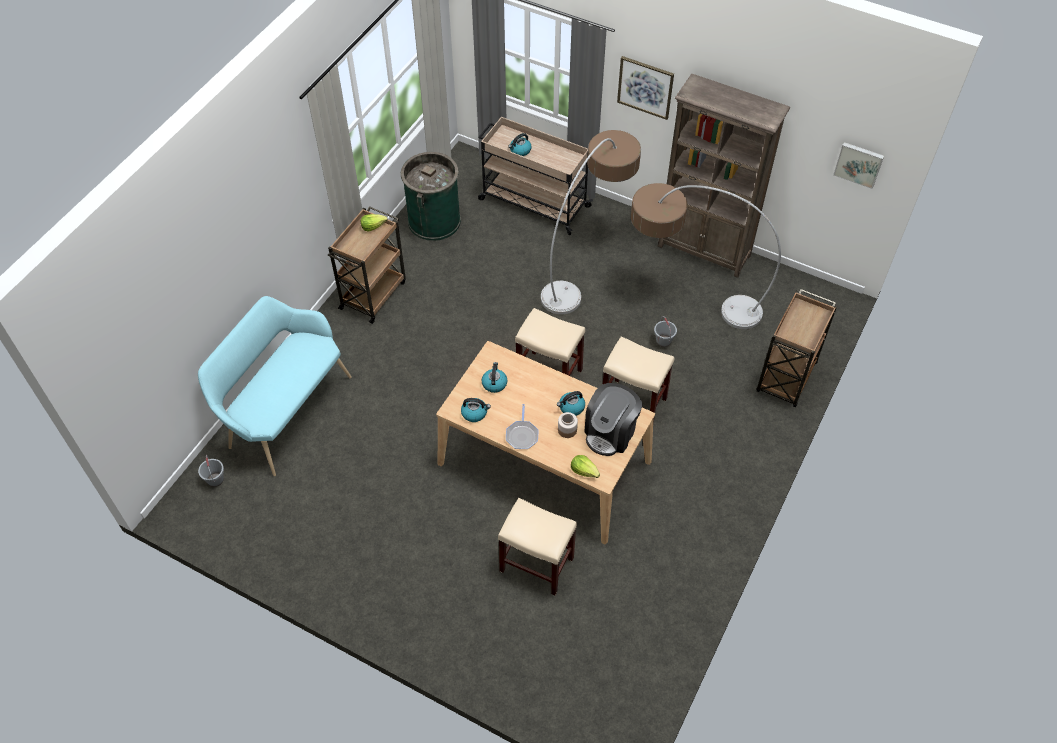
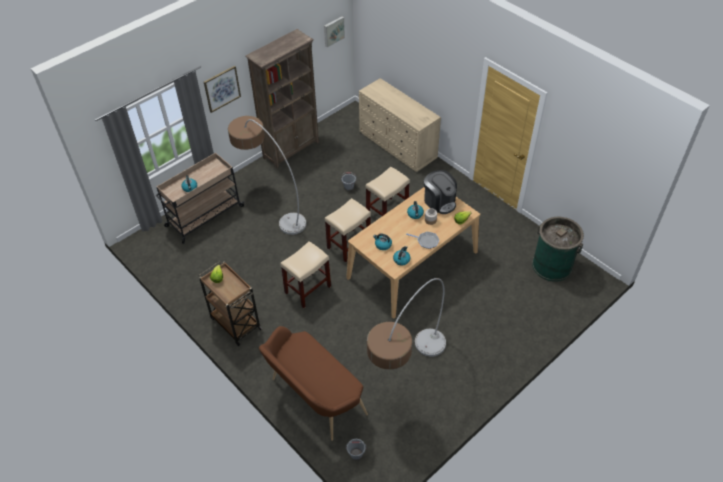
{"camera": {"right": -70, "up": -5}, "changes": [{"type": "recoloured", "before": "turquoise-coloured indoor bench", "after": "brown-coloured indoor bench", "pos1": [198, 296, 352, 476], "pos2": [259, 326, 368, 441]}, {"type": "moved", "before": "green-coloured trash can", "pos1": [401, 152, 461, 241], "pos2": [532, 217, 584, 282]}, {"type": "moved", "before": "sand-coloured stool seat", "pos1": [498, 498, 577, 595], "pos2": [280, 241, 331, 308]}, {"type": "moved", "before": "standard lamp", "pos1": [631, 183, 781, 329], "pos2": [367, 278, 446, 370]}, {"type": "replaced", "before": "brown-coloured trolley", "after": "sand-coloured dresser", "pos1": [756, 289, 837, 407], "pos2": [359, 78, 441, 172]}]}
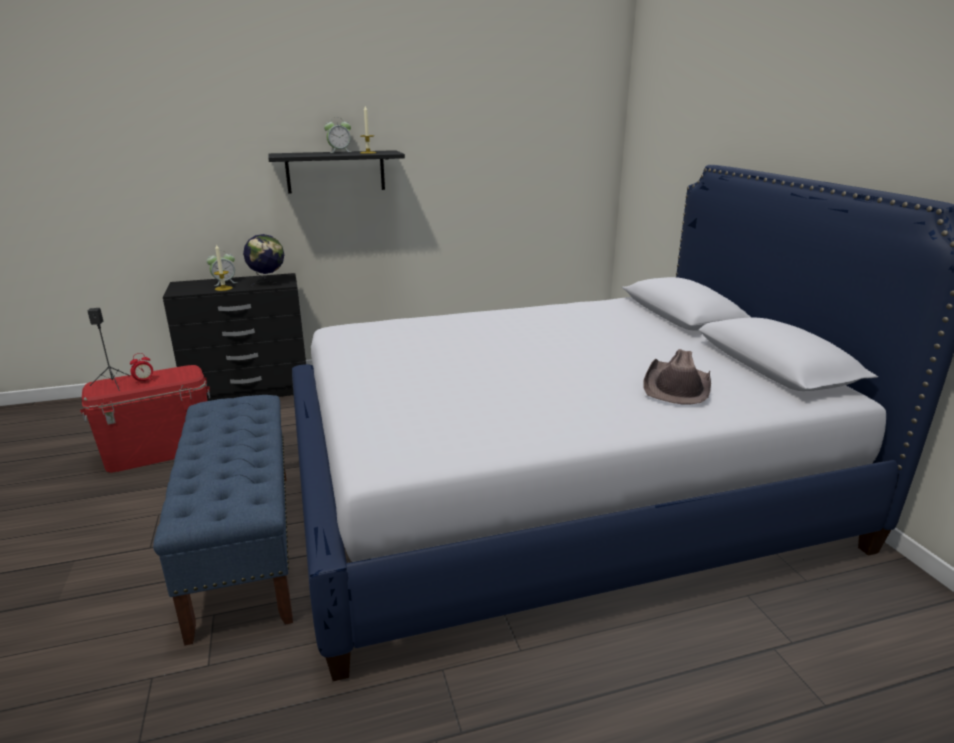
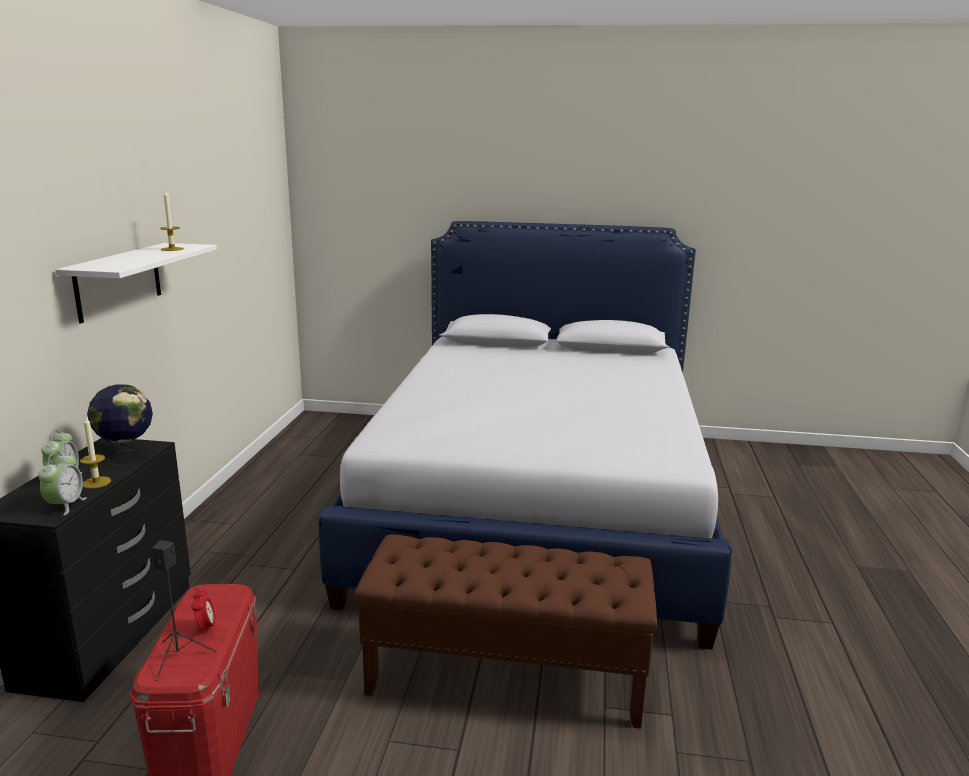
{"camera": {"right": -65, "up": -5}, "changes": [{"type": "recoloured", "before": "blue indoor bench", "after": "brown-coloured indoor bench", "pos1": [153, 395, 293, 646], "pos2": [354, 534, 657, 729]}, {"type": "recoloured", "before": "black-coloured bracket shelf", "after": "white-coloured bracket shelf", "pos1": [268, 150, 405, 194], "pos2": [55, 243, 217, 324]}, {"type": "moved", "before": "alarm clock", "pos1": [324, 117, 351, 153], "pos2": [38, 452, 87, 515]}, {"type": "removed", "before": "brown-coloured wearable hat", "pos1": [644, 349, 711, 404]}]}
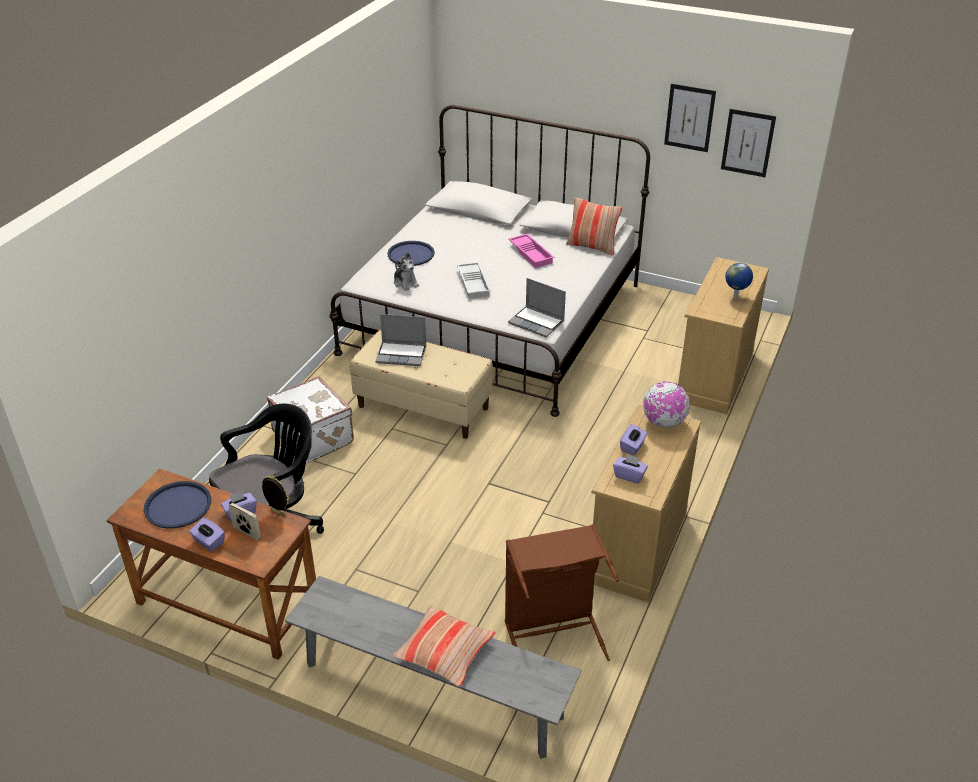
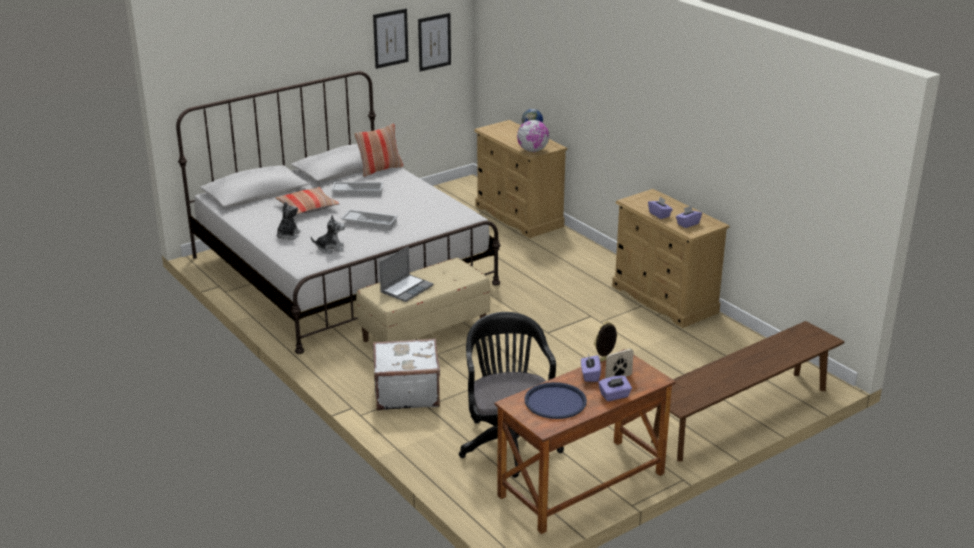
{"camera": {"right": -60, "up": -10}, "changes": [{"type": "recoloured", "before": "grey indoor bench", "after": "brown-coloured indoor bench", "pos1": [285, 576, 582, 759], "pos2": [651, 321, 845, 462]}, {"type": "replaced", "before": "blue serving tray", "after": "cuddly toy", "pos1": [387, 241, 435, 266], "pos2": [277, 202, 300, 240]}, {"type": "moved", "before": "pillow", "pos1": [392, 605, 495, 687], "pos2": [275, 187, 339, 215]}, {"type": "removed", "before": "brown-coloured washing basket", "pos1": [505, 524, 619, 661]}, {"type": "removed", "before": "portable computer", "pos1": [508, 278, 566, 337]}, {"type": "recoloured", "before": "pink serving tray", "after": "white-coloured serving tray", "pos1": [509, 234, 554, 268], "pos2": [331, 182, 383, 196]}, {"type": "moved", "before": "globe", "pos1": [643, 381, 690, 428], "pos2": [517, 120, 549, 152]}]}
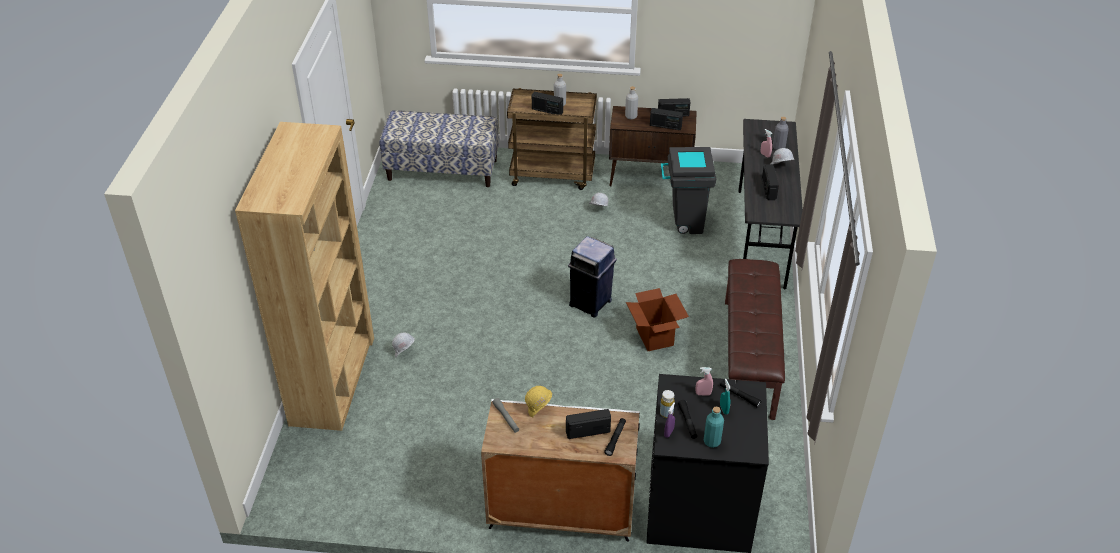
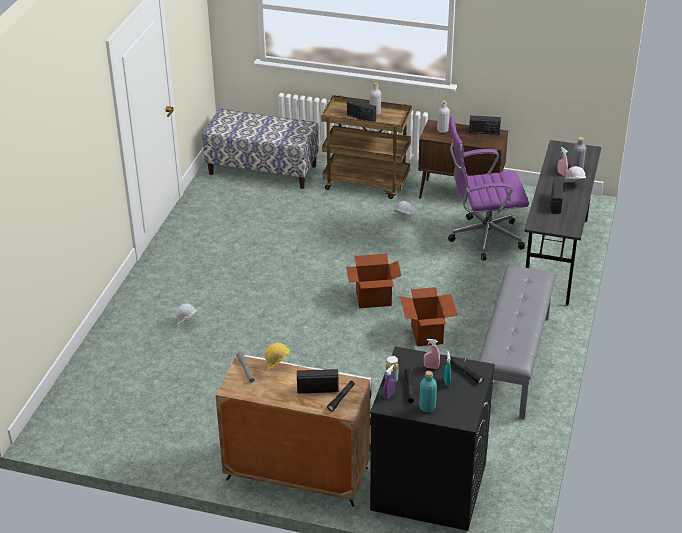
{"camera": {"right": 10, "up": -5}, "changes": [{"type": "removed", "before": "brown-coloured bookcase", "pos1": [235, 122, 374, 431]}, {"type": "replaced", "before": "blue trash can", "after": "cardboard box", "pos1": [568, 236, 617, 318], "pos2": [346, 254, 402, 308]}, {"type": "removed", "before": "radio", "pos1": [650, 108, 683, 130]}, {"type": "replaced", "before": "grey trash can", "after": "purple-coloured desk chair", "pos1": [661, 147, 716, 234], "pos2": [448, 116, 529, 261]}, {"type": "recoloured", "before": "brown-coloured indoor bench", "after": "grey indoor bench", "pos1": [725, 259, 785, 420], "pos2": [479, 266, 555, 419]}]}
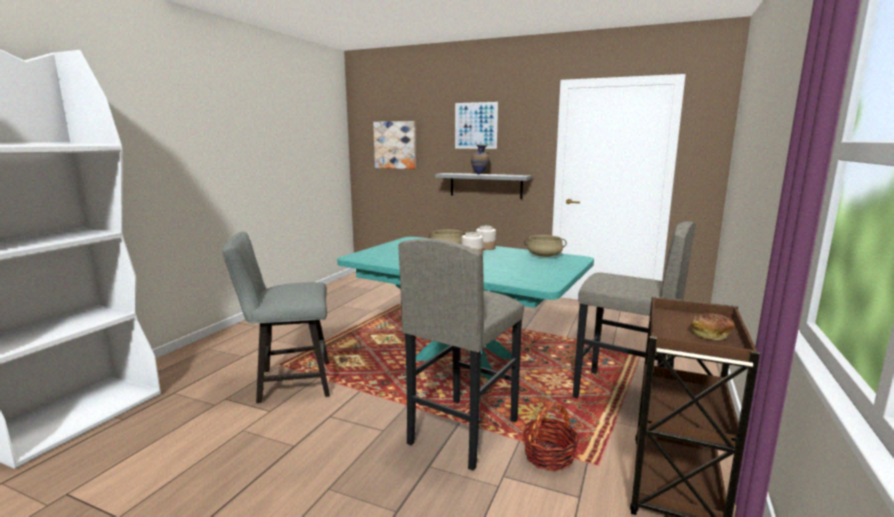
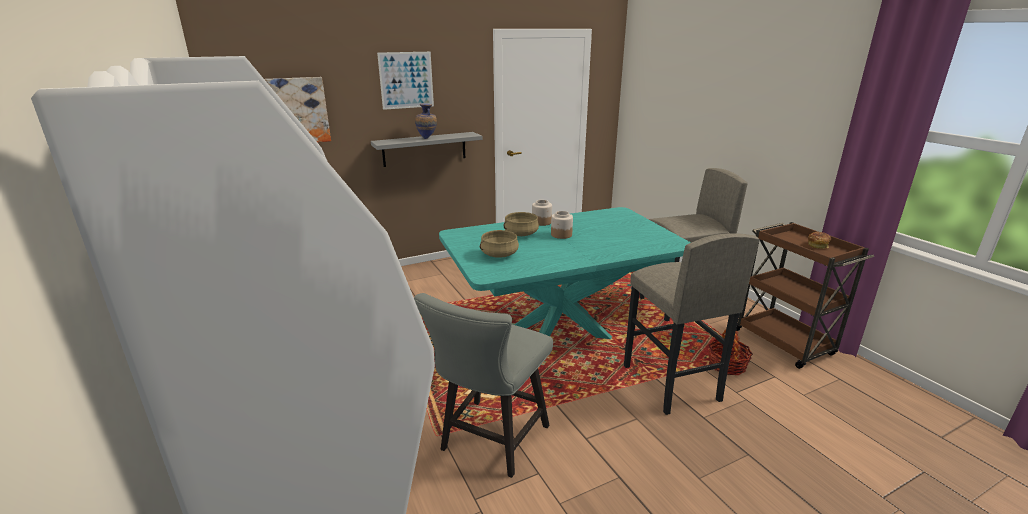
{"camera": {"right": -50, "up": 10}, "changes": [{"type": "moved", "before": "sand-coloured cooking pot", "pos1": [524, 235, 567, 257], "pos2": [480, 230, 519, 258]}]}
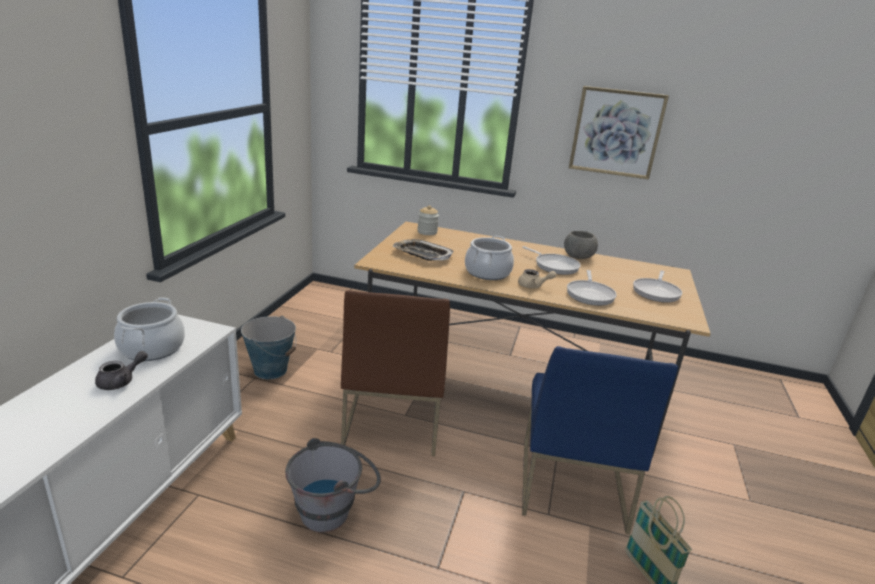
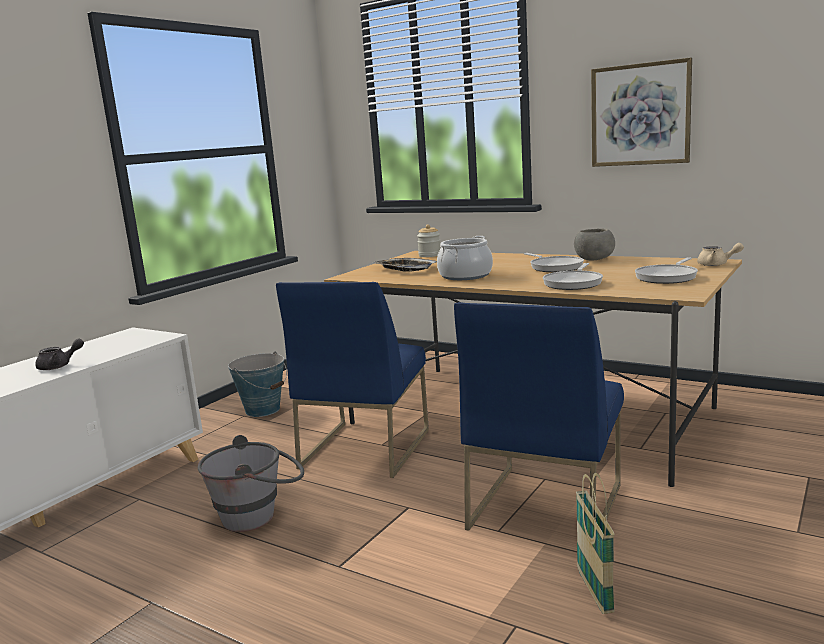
{"camera": {"right": 20, "up": -10}, "changes": [{"type": "removed", "before": "cooking pot", "pos1": [114, 298, 185, 361]}, {"type": "recoloured", "before": "brown-coloured plain chair", "after": "blue plain chair", "pos1": [341, 290, 450, 456], "pos2": [276, 282, 429, 478]}, {"type": "moved", "before": "sand-coloured tea pot", "pos1": [518, 269, 557, 289], "pos2": [697, 243, 744, 266]}]}
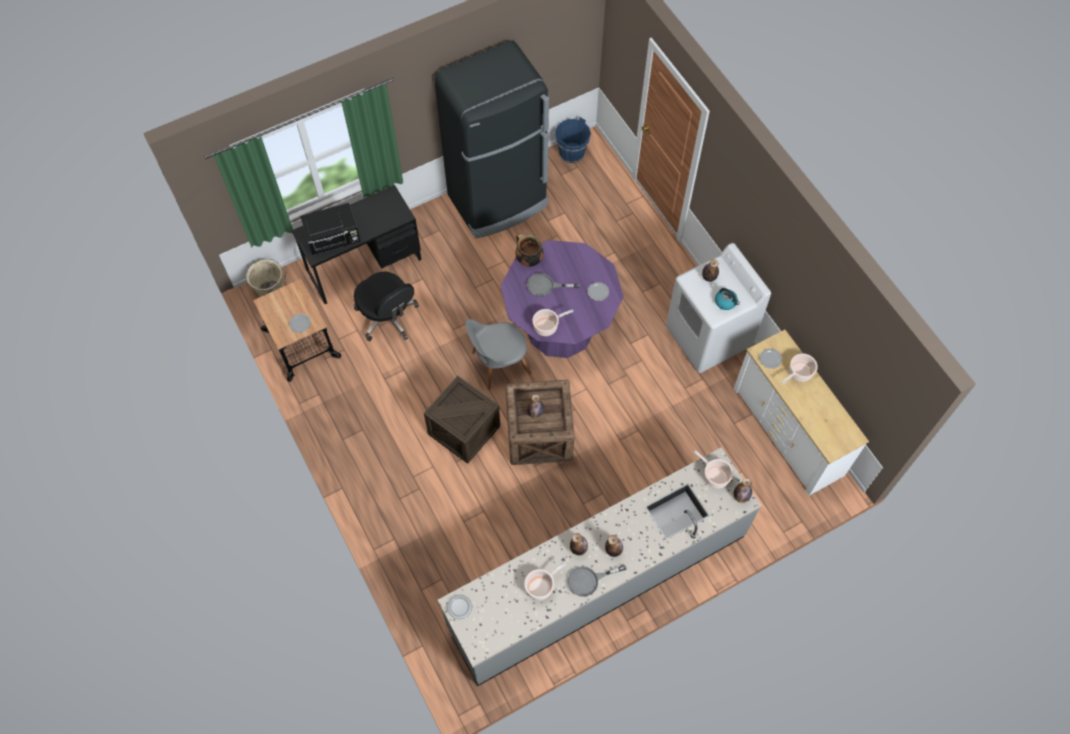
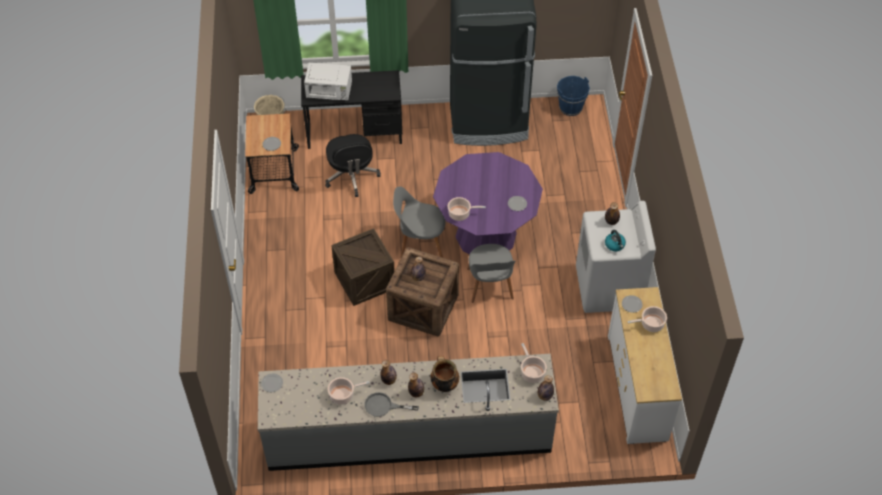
{"camera": {"right": 25, "up": -10}, "changes": [{"type": "recoloured", "before": "black-coloured microwave", "after": "white-coloured microwave", "pos1": [300, 203, 361, 255], "pos2": [304, 63, 352, 100]}, {"type": "moved", "before": "cooking pot", "pos1": [515, 233, 544, 267], "pos2": [431, 356, 459, 392]}, {"type": "removed", "before": "grey pan", "pos1": [527, 273, 580, 297]}, {"type": "added", "after": "grey plain chair", "pos2": [467, 244, 515, 303]}]}
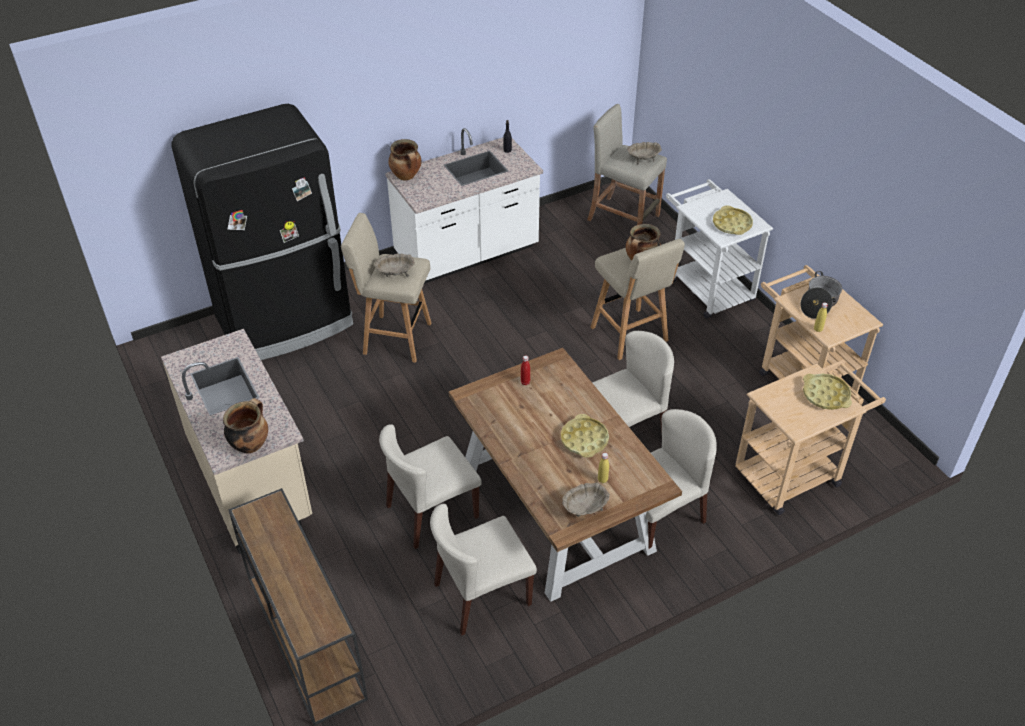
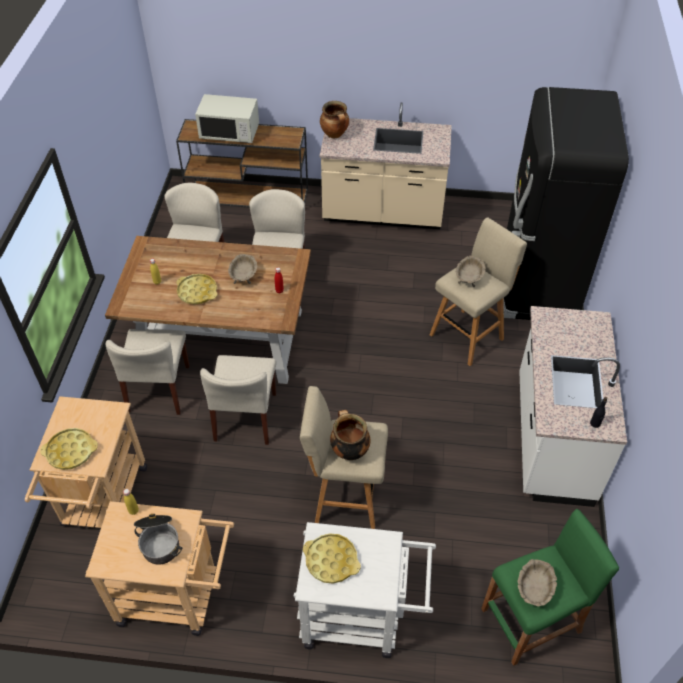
{"camera": {"right": 125, "up": 5}, "changes": [{"type": "removed", "before": "cooking pot", "pos1": [389, 139, 422, 181]}, {"type": "moved", "before": "sand-coloured deep dish", "pos1": [562, 483, 610, 517], "pos2": [228, 254, 257, 284]}, {"type": "recoloured", "before": "sand-coloured stool seat", "after": "green-coloured stool seat", "pos1": [587, 104, 667, 225], "pos2": [481, 509, 619, 666]}, {"type": "added", "after": "white-coloured microwave", "pos2": [195, 94, 259, 143]}]}
